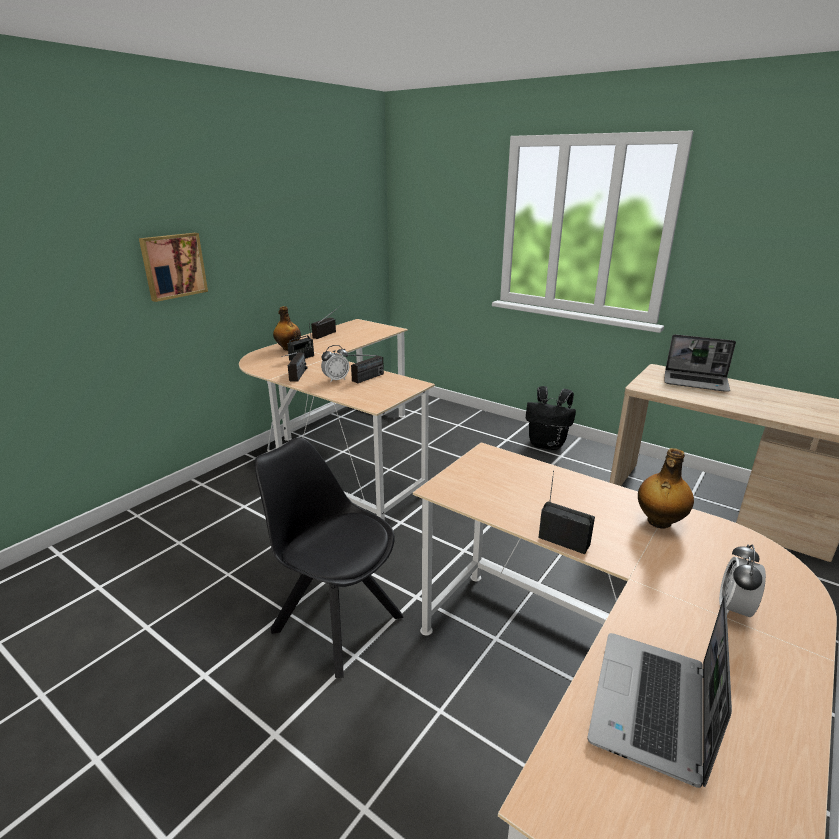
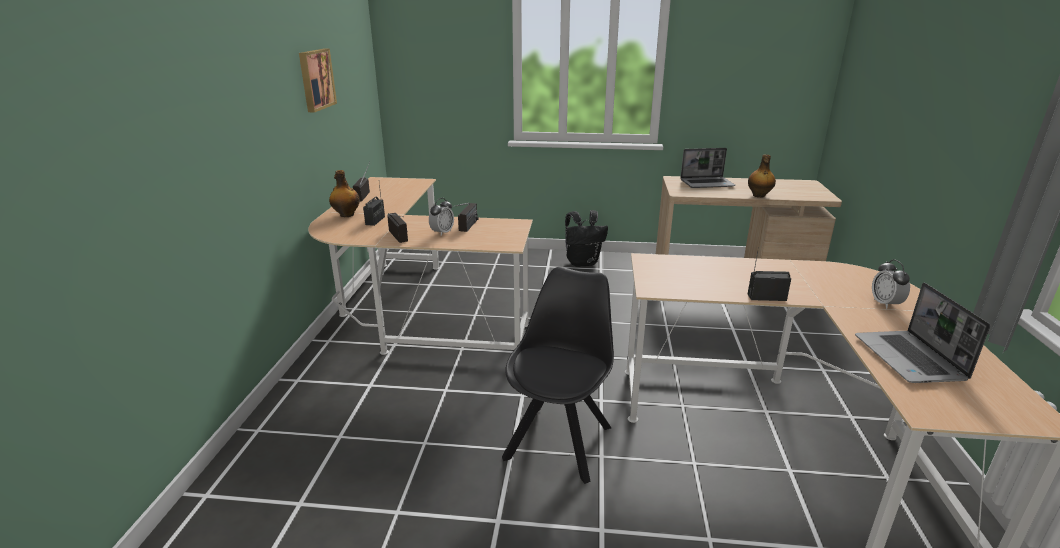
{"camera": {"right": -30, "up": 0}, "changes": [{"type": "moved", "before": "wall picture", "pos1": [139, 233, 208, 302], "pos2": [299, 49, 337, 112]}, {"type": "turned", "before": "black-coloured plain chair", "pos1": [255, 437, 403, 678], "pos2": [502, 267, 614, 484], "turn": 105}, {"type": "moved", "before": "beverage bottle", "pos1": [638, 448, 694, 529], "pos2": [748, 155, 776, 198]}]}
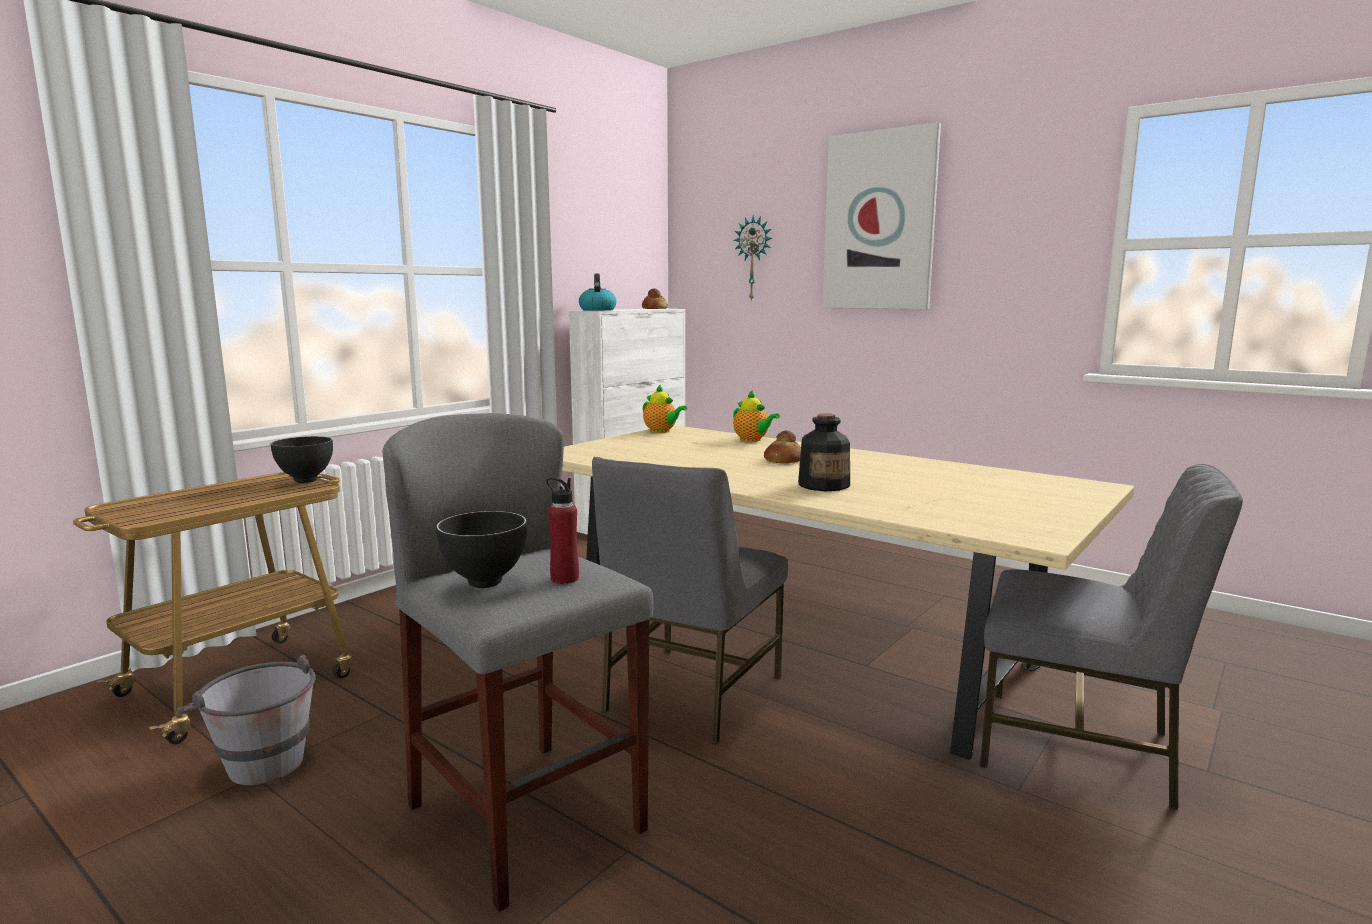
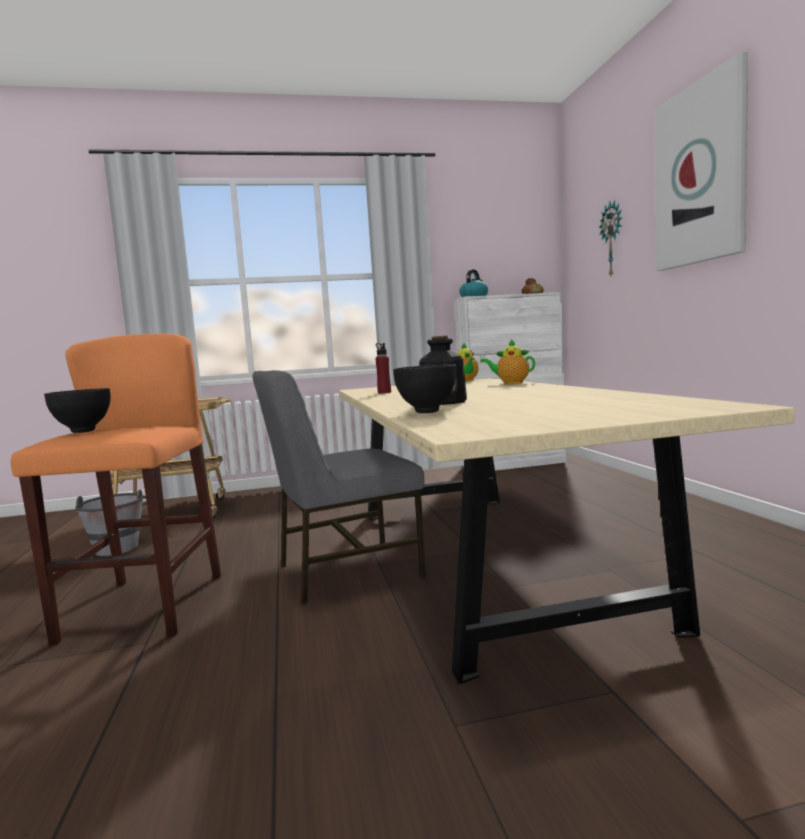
{"camera": {"right": 40, "up": -5}, "changes": [{"type": "moved", "before": "black-coloured deep dish", "pos1": [271, 436, 333, 483], "pos2": [393, 364, 456, 413]}, {"type": "recoloured", "before": "grey stool seat", "after": "orangey stool seat", "pos1": [383, 413, 654, 912], "pos2": [11, 333, 221, 646]}, {"type": "moved", "before": "red-coloured beverage bottle", "pos1": [546, 477, 579, 584], "pos2": [376, 343, 391, 394]}, {"type": "turned", "before": "tea pot", "pos1": [733, 391, 780, 442], "pos2": [480, 340, 535, 384], "turn": 105}, {"type": "removed", "before": "bread", "pos1": [764, 431, 801, 463]}, {"type": "removed", "before": "grey plain chair", "pos1": [980, 464, 1243, 809]}]}
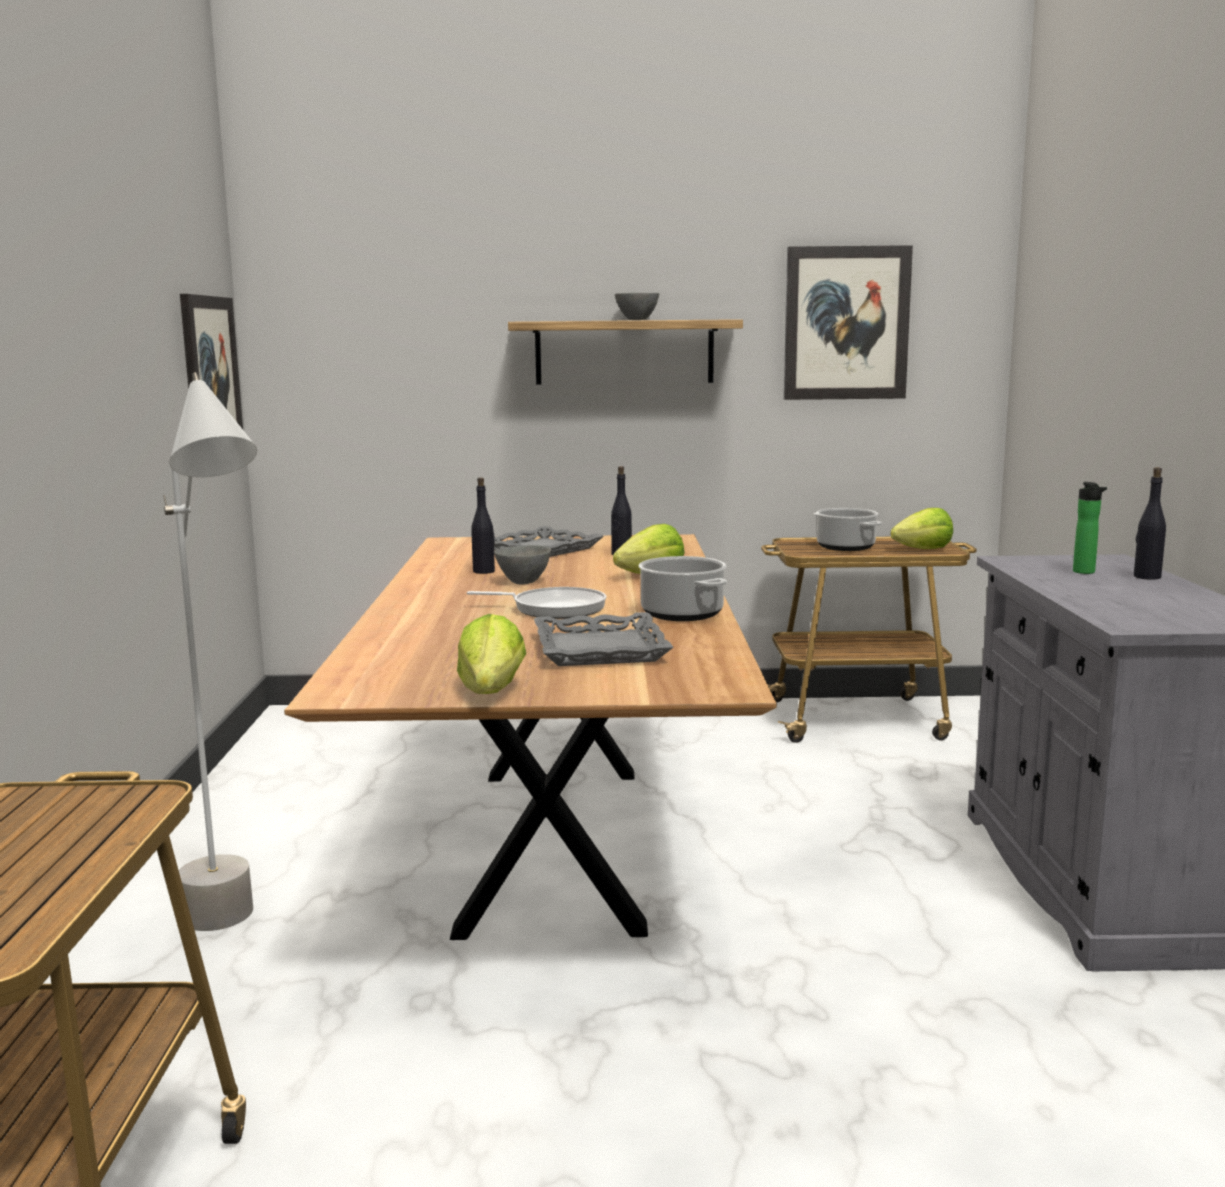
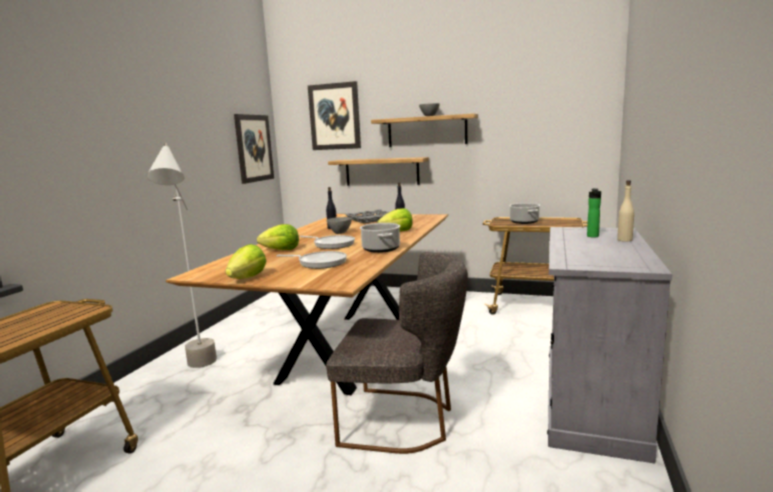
{"camera": {"right": 20, "up": 0}, "changes": [{"type": "replaced", "before": "grey serving tray", "after": "pan", "pos1": [534, 612, 673, 666], "pos2": [276, 251, 347, 269]}, {"type": "moved", "before": "wall picture", "pos1": [784, 245, 913, 400], "pos2": [308, 81, 361, 150]}, {"type": "moved", "before": "lettuce head", "pos1": [891, 508, 953, 549], "pos2": [257, 224, 299, 250]}, {"type": "recoloured", "before": "black-coloured beverage bottle", "after": "sand-coloured beverage bottle", "pos1": [1134, 467, 1166, 580], "pos2": [617, 180, 634, 242]}, {"type": "added", "after": "grey plain chair", "pos2": [326, 252, 468, 454]}, {"type": "added", "after": "bracket shelf", "pos2": [328, 157, 429, 186]}]}
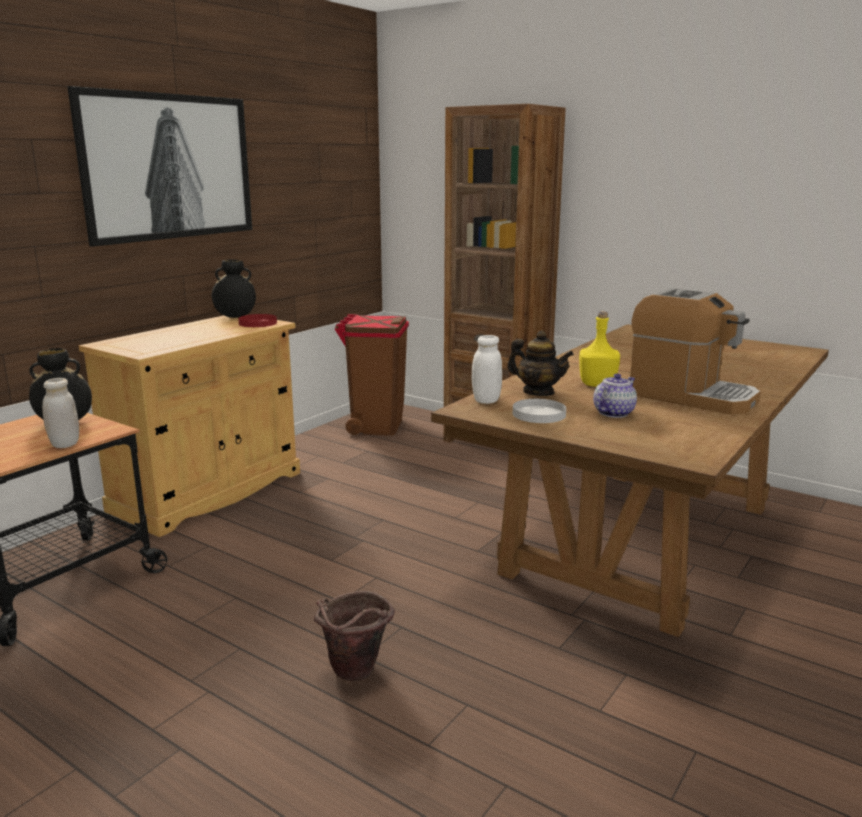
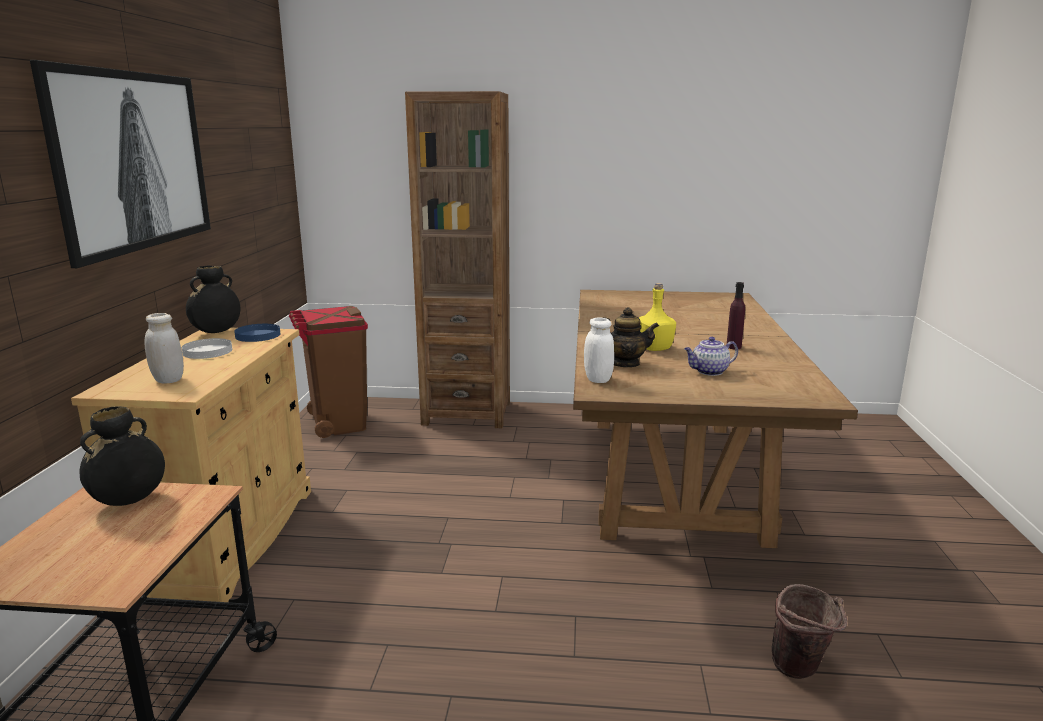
{"camera": {"right": -30, "up": 0}, "changes": [{"type": "moved", "before": "white-coloured storage jar", "pos1": [42, 378, 79, 448], "pos2": [144, 313, 184, 384]}, {"type": "recoloured", "before": "red-coloured flat dish", "after": "blue flat dish", "pos1": [238, 314, 277, 327], "pos2": [234, 324, 280, 342]}, {"type": "moved", "before": "brown-coloured water bucket", "pos1": [314, 591, 395, 681], "pos2": [772, 584, 847, 679]}, {"type": "moved", "before": "white-coloured flat dish", "pos1": [513, 399, 566, 423], "pos2": [182, 338, 232, 359]}, {"type": "turned", "before": "tea pot", "pos1": [593, 373, 637, 418], "pos2": [684, 337, 738, 376], "turn": -120}, {"type": "replaced", "before": "coffee maker", "after": "purple-coloured beverage bottle", "pos1": [630, 288, 761, 415], "pos2": [727, 282, 745, 349]}]}
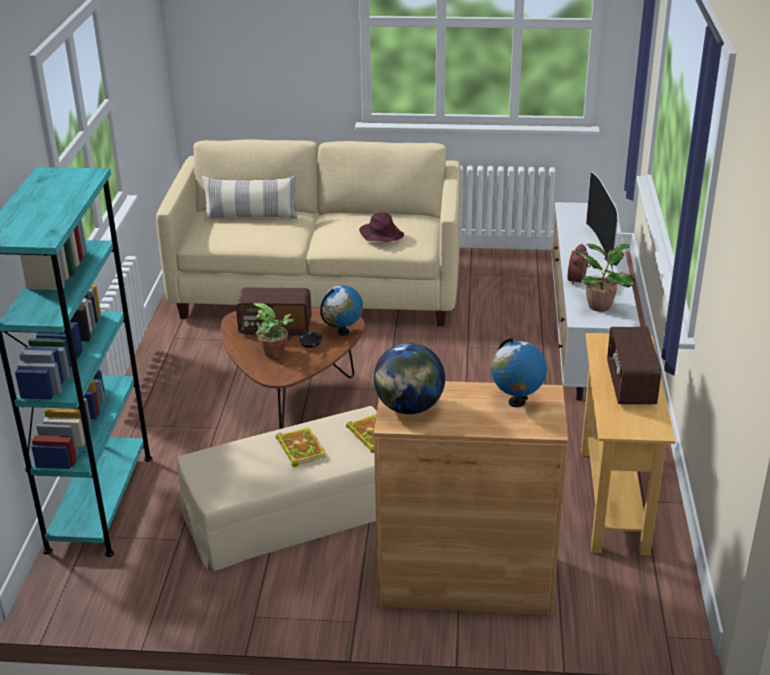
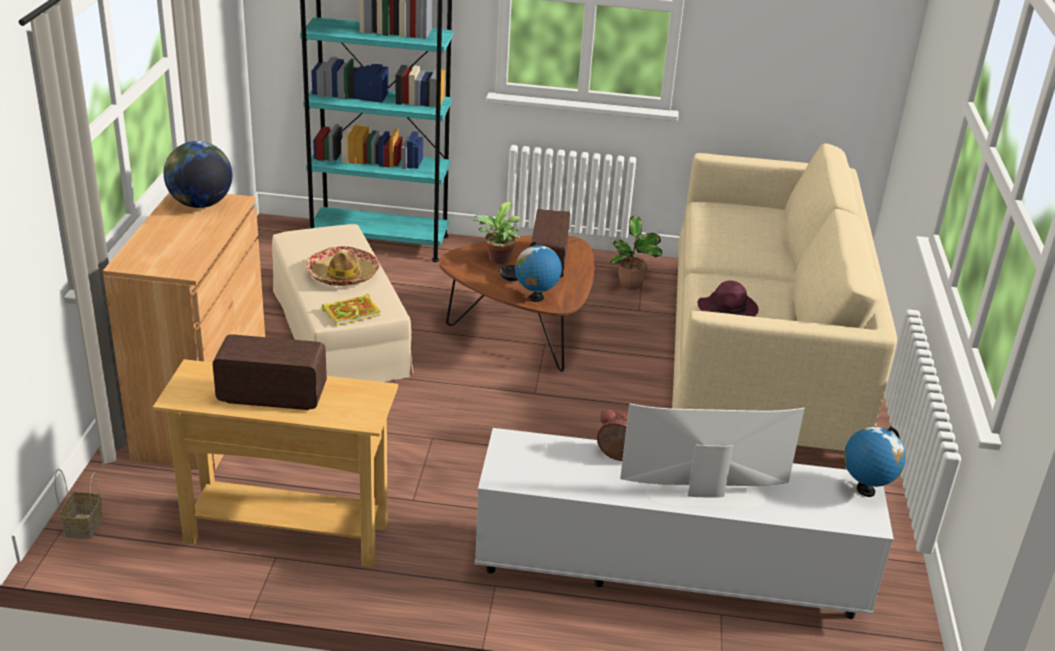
{"camera": {"right": 90, "up": 0}, "changes": [{"type": "removed", "before": "pillow", "pos1": [202, 176, 297, 220]}, {"type": "replaced", "before": "volume", "after": "wearable hat", "pos1": [276, 427, 326, 467], "pos2": [306, 246, 379, 286]}, {"type": "moved", "before": "globe", "pos1": [491, 338, 547, 407], "pos2": [844, 426, 906, 497]}, {"type": "moved", "before": "potted plant", "pos1": [576, 244, 635, 312], "pos2": [610, 216, 662, 290]}, {"type": "added", "after": "basket", "pos2": [55, 469, 103, 539]}]}
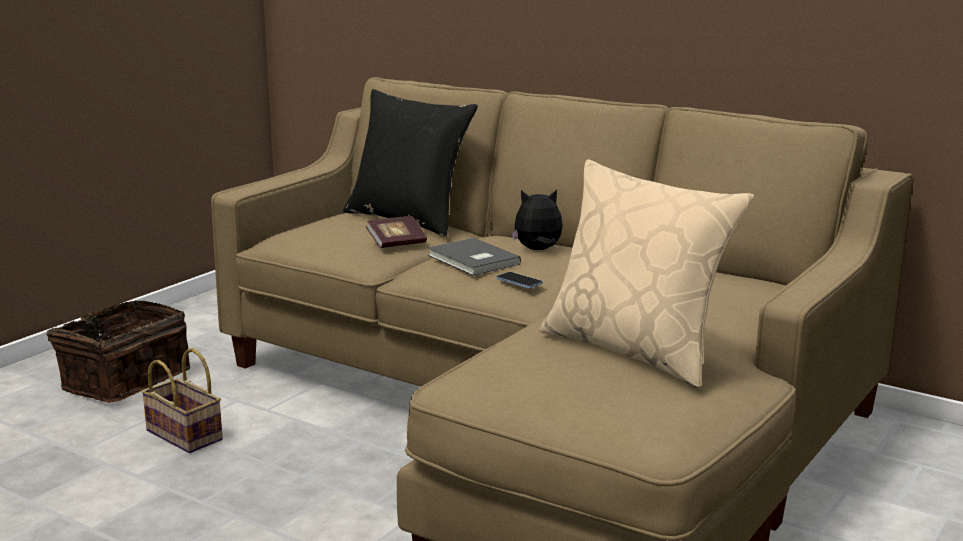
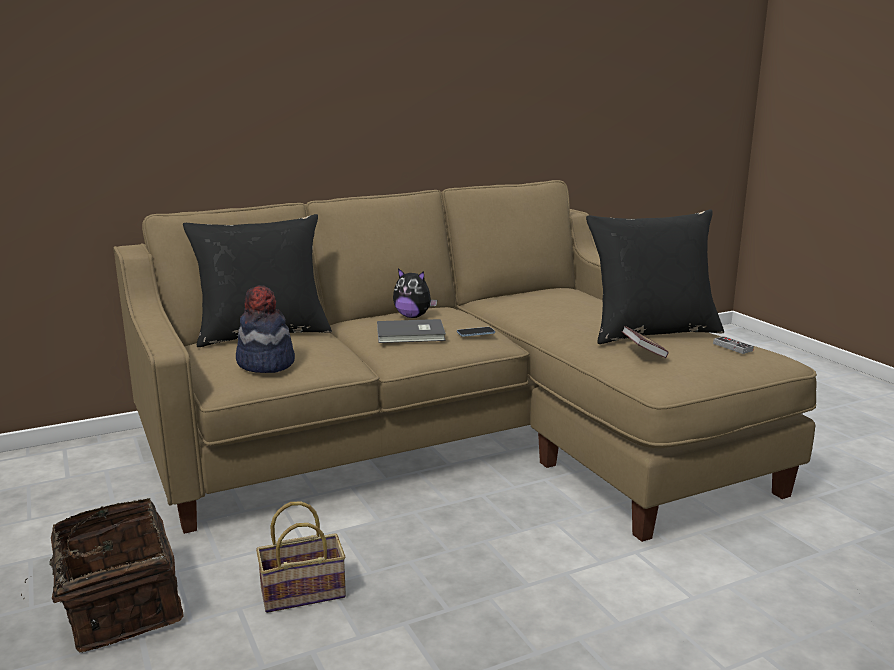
{"camera": {"right": -60, "up": 0}, "changes": [{"type": "moved", "before": "volume", "pos1": [366, 216, 427, 248], "pos2": [622, 326, 669, 358]}, {"type": "turned", "before": "cuddly toy", "pos1": [512, 189, 563, 250], "pos2": [393, 268, 437, 318], "turn": -90}, {"type": "recoloured", "before": "sand-coloured pillow", "after": "black-coloured pillow", "pos1": [539, 159, 754, 388], "pos2": [586, 209, 724, 344]}, {"type": "added", "after": "wearable hat", "pos2": [236, 285, 295, 373]}, {"type": "added", "after": "game controller", "pos2": [713, 336, 754, 354]}]}
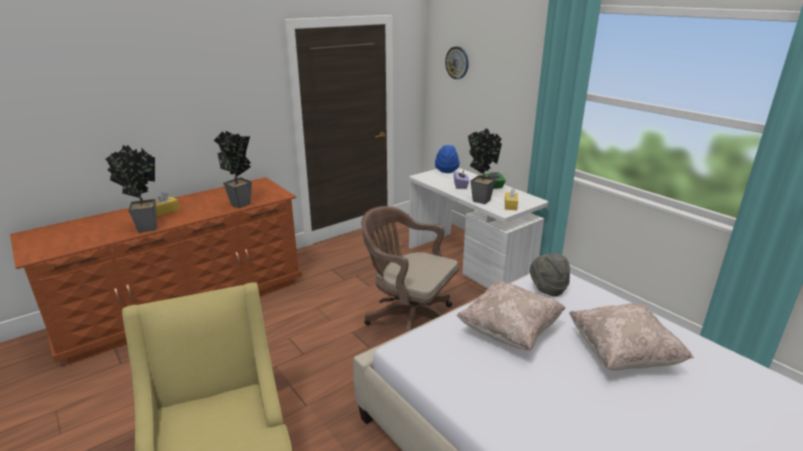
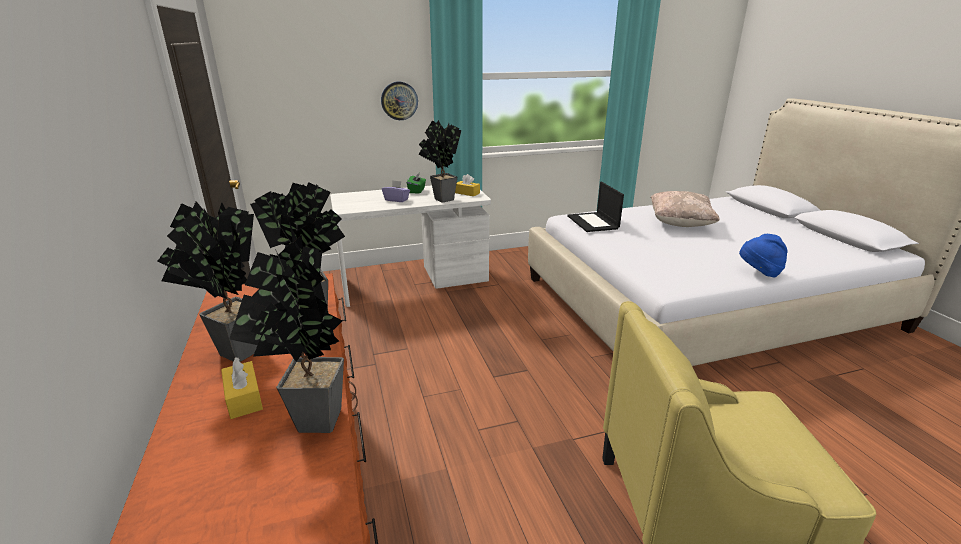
{"camera": {"right": -70, "up": 0}, "changes": [{"type": "removed", "before": "brown-coloured desk chair", "pos1": [361, 206, 459, 333]}, {"type": "moved", "before": "blue wearable hat", "pos1": [435, 145, 460, 173], "pos2": [739, 234, 788, 278]}, {"type": "moved", "before": "clock on the wall", "pos1": [445, 46, 469, 79], "pos2": [381, 82, 418, 120]}, {"type": "removed", "before": "sand-coloured pillow", "pos1": [456, 280, 566, 351]}, {"type": "replaced", "before": "grey wearable hat", "after": "portable computer", "pos1": [530, 253, 570, 296], "pos2": [567, 182, 624, 232]}, {"type": "added", "after": "potted plant", "pos2": [157, 202, 257, 362]}]}
